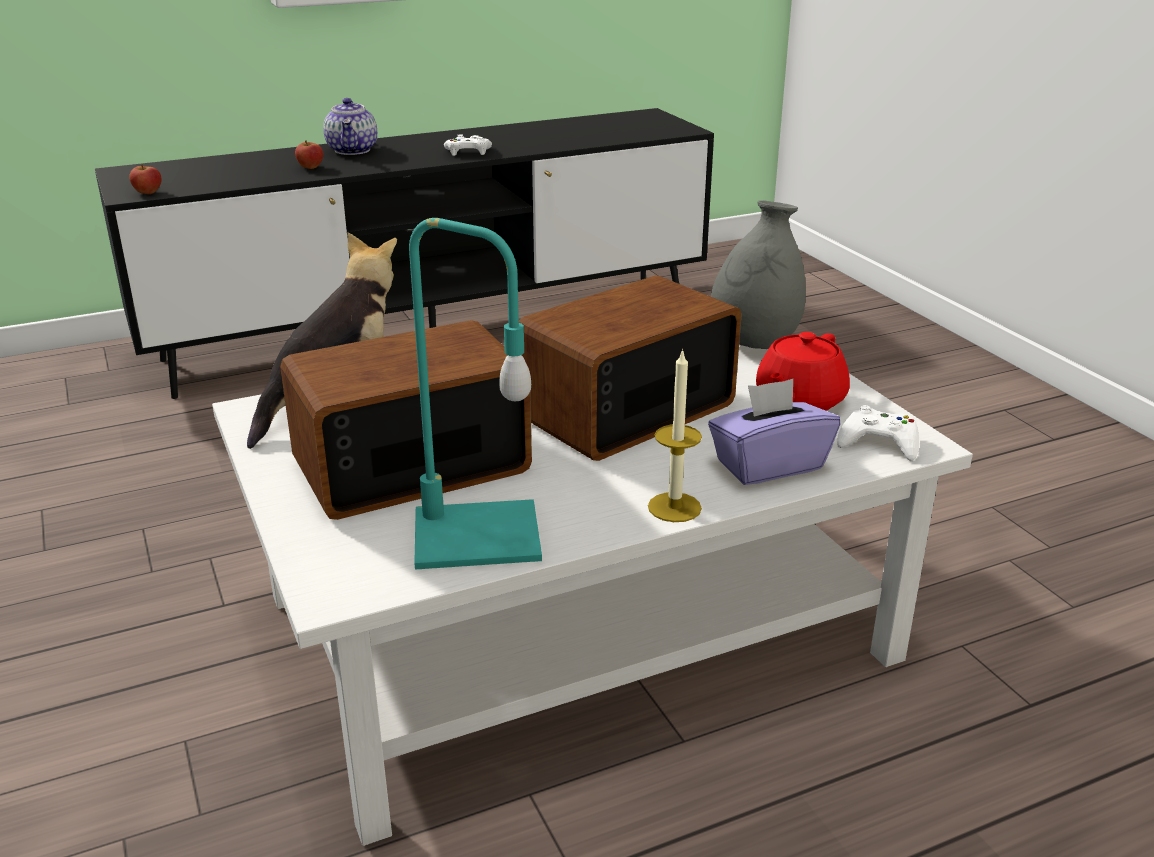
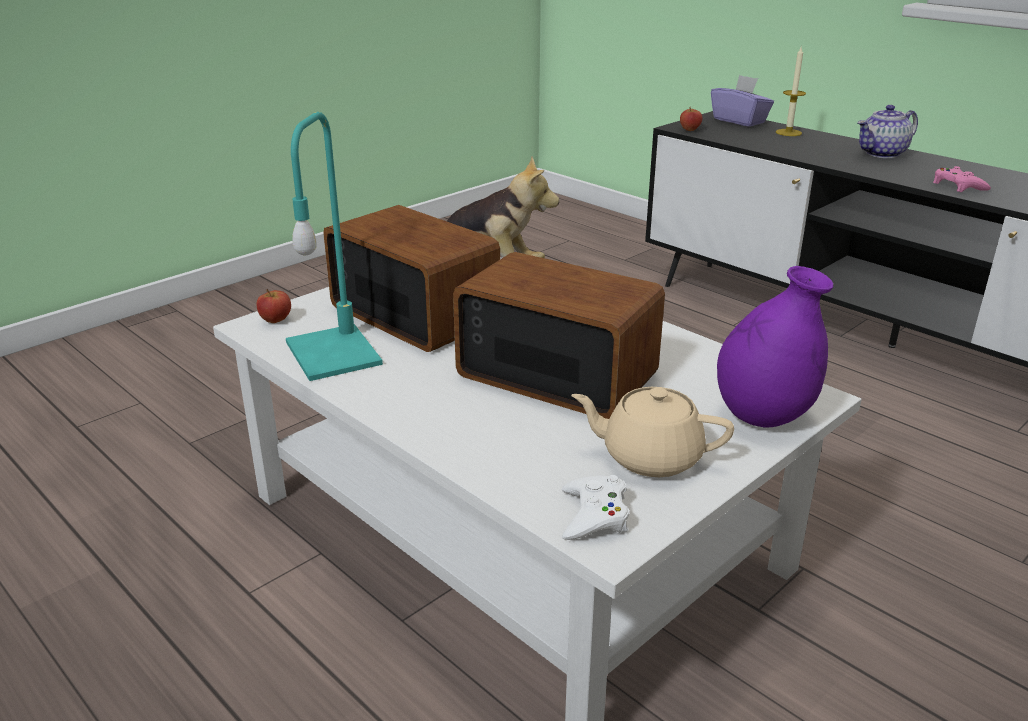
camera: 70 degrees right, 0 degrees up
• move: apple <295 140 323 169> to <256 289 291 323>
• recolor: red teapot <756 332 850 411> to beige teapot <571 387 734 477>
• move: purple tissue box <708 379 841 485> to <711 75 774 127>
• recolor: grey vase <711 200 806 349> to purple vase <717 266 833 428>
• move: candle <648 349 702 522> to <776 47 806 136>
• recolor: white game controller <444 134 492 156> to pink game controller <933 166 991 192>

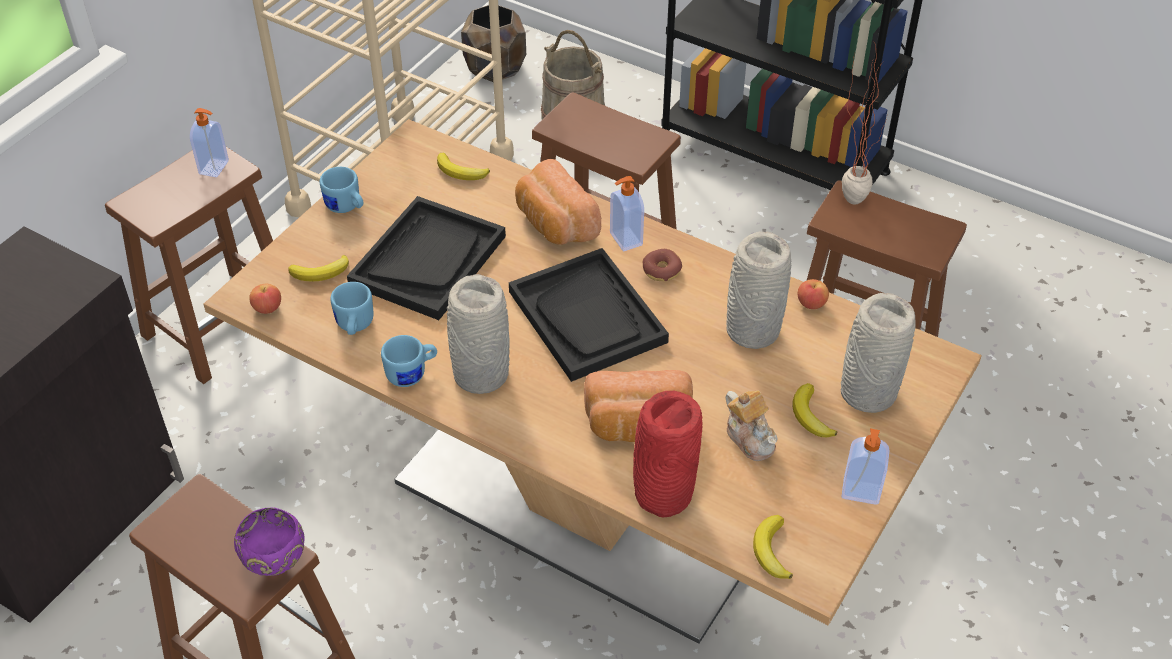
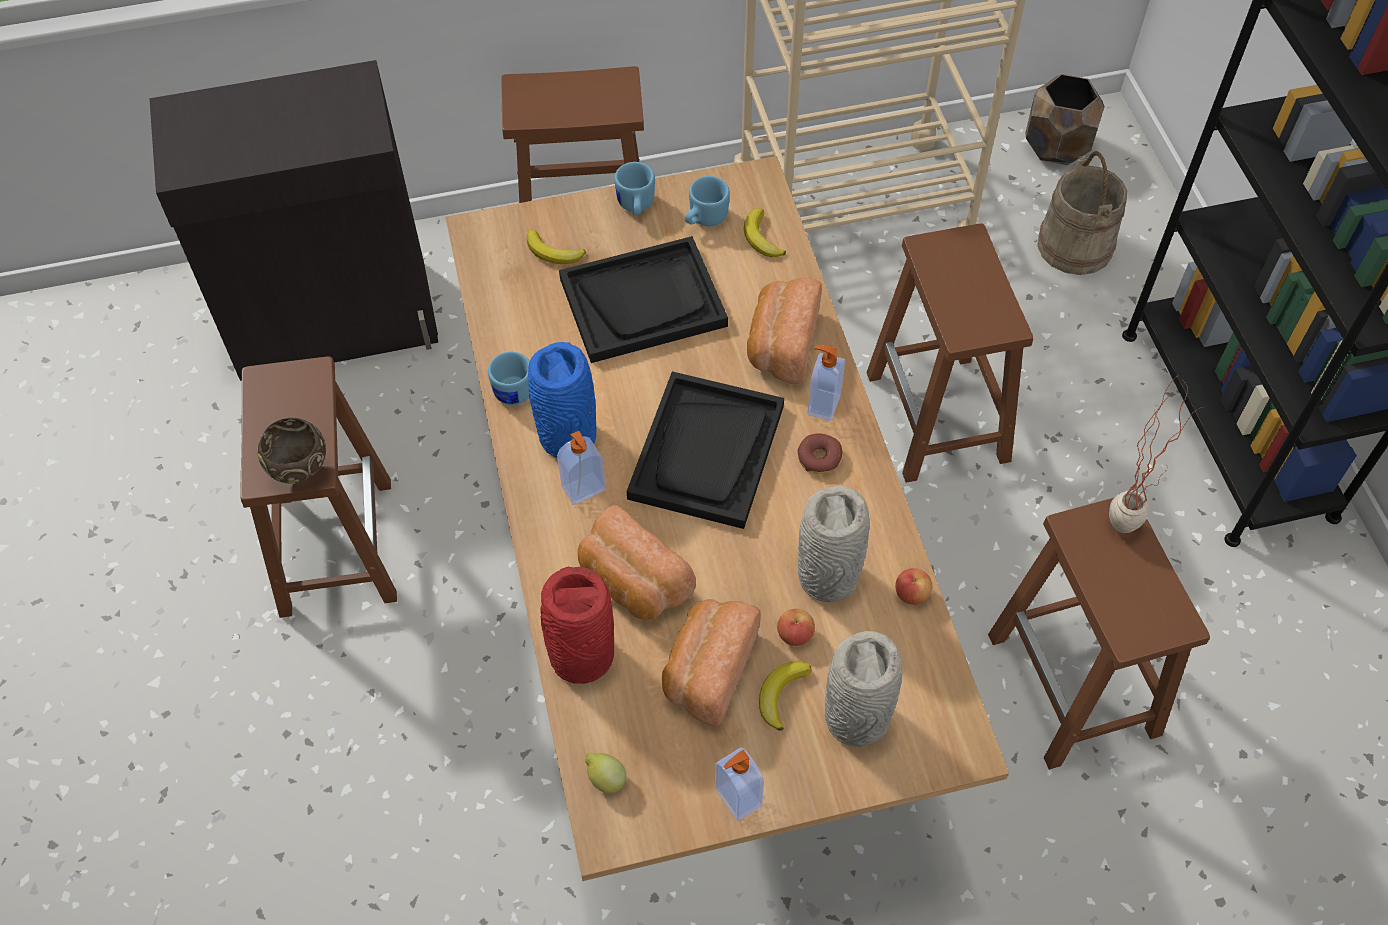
camera: 45 degrees right, 10 degrees up
• recolor: purple bowl <234 507 305 576> to brown bowl <258 418 326 484>
• recolor: grey vase <447 274 510 394> to blue vase <528 342 597 458>
• move: soap dispenser <190 108 229 178> to <557 431 606 505>
• replace: banana <753 515 793 579> to lemon <585 753 626 794>
• replace: teapot <725 390 777 461> to bread <662 599 761 727>
• move: blue mug <330 282 373 335> to <685 176 730 226>
• move: apple <249 284 281 314> to <777 609 815 646>

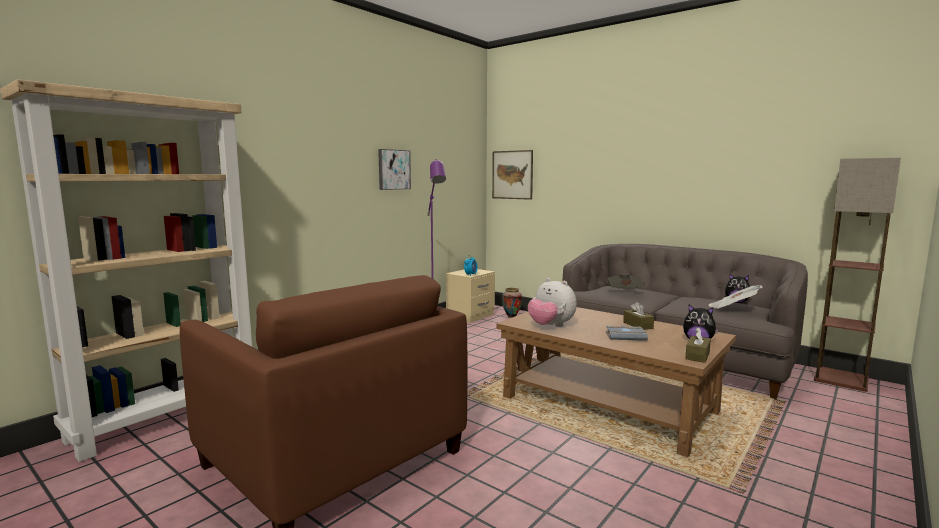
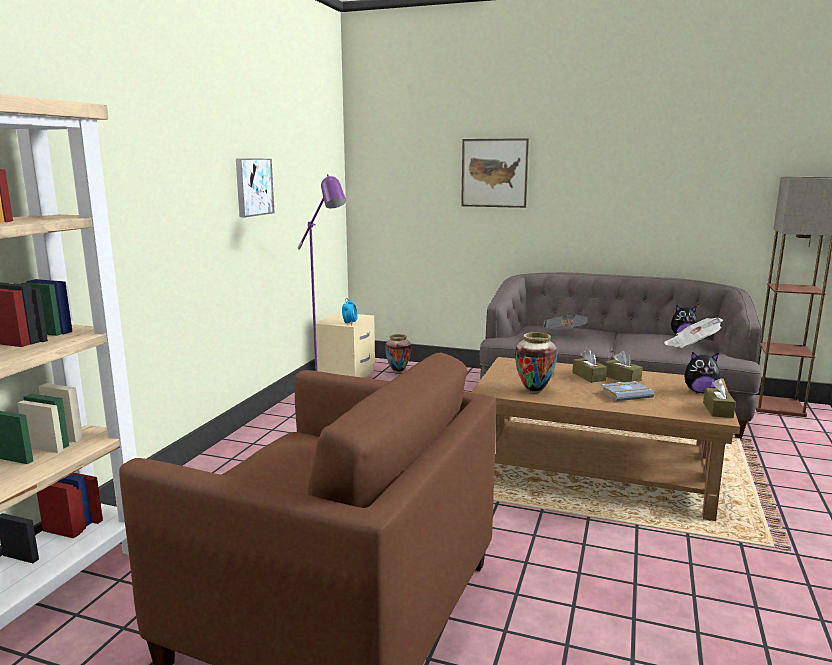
camera: 20 degrees left, 5 degrees up
• move: picture <492 150 533 200> to <461 138 529 208>
• replace: plush toy <528 278 577 327> to vase <515 332 558 393>
• insert: brown tissue box <572 350 607 383>

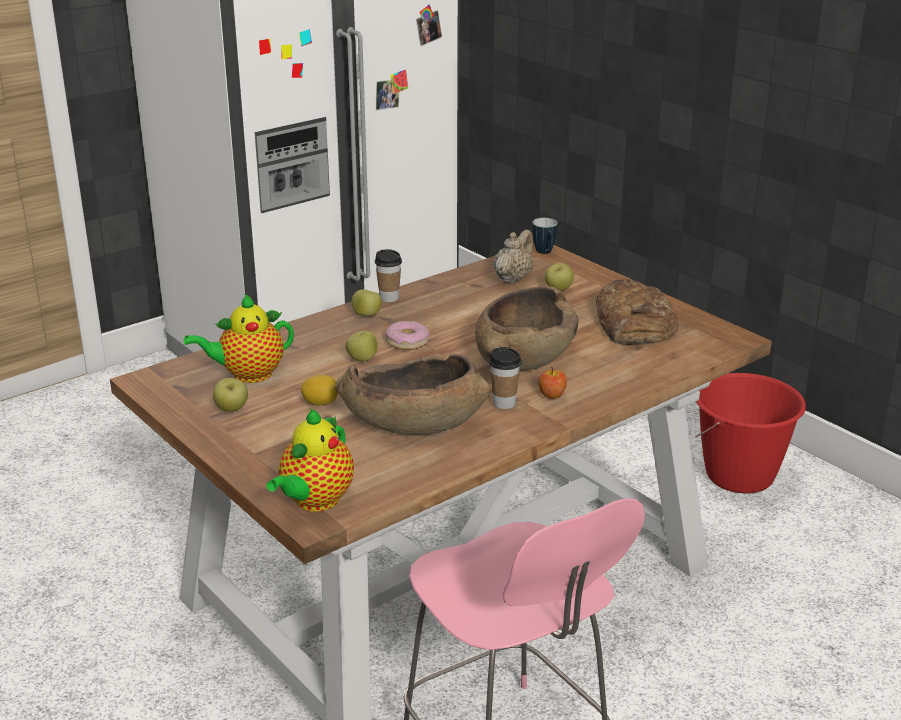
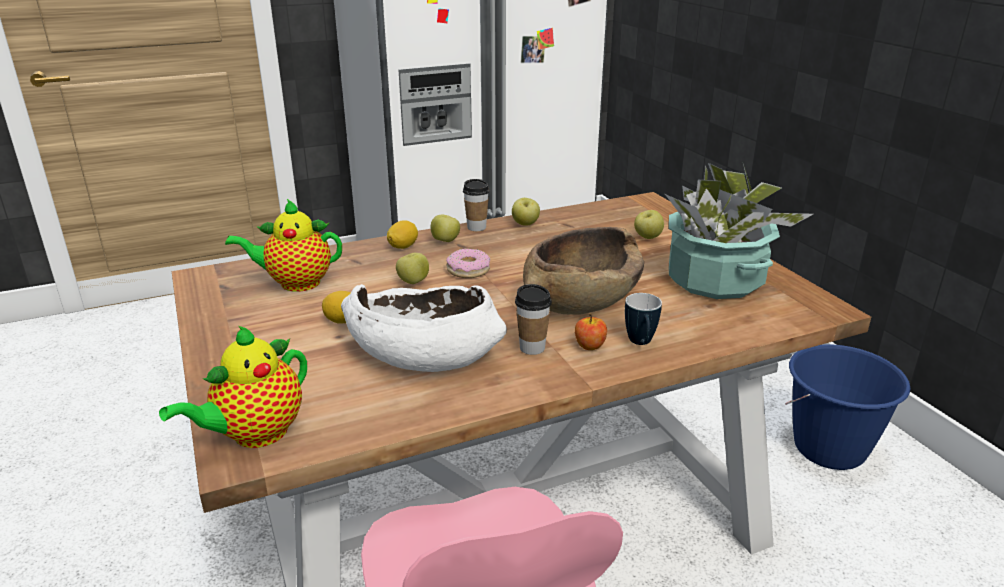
camera: 15 degrees right, 0 degrees up
• recolor: brown bowl <335 354 491 435> to white bowl <341 284 507 372>
• insert: lemon <387 220 418 249>
• move: apple <213 378 248 412> to <512 198 540 226>
• move: mug <532 218 557 254> to <625 293 662 345>
• replace: bread <596 280 678 345> to potted plant <665 163 813 299>
• recolor: red bucket <695 373 806 493> to blue bucket <785 344 911 470>
• delete: beige teapot <494 230 533 284>

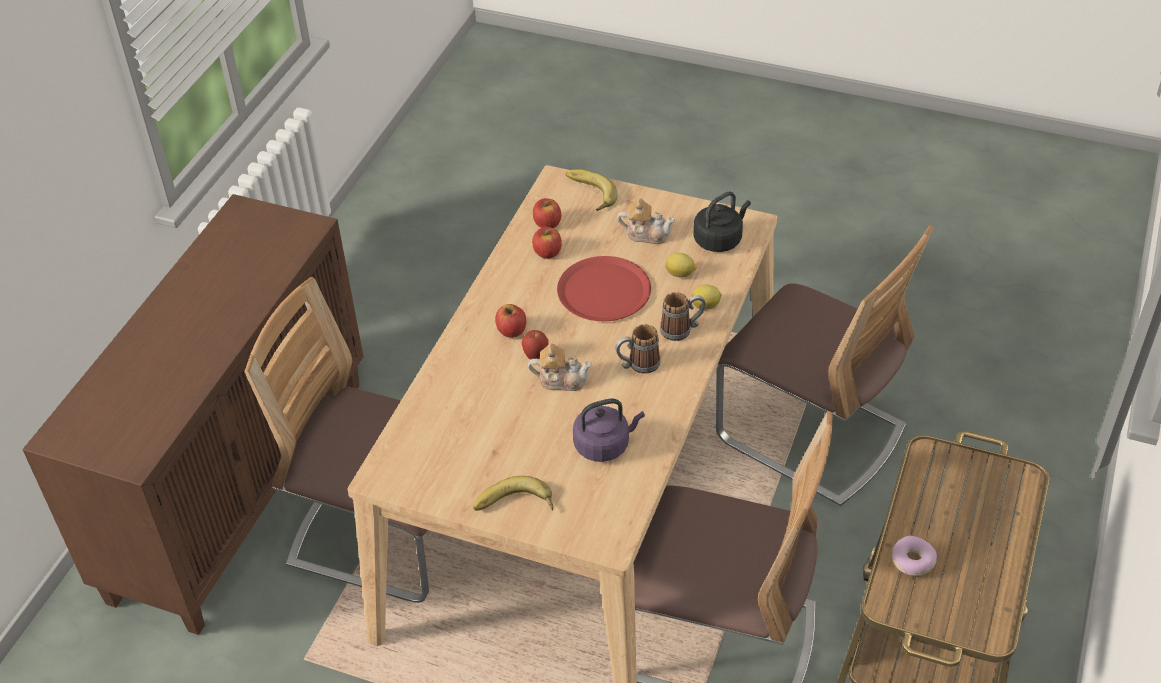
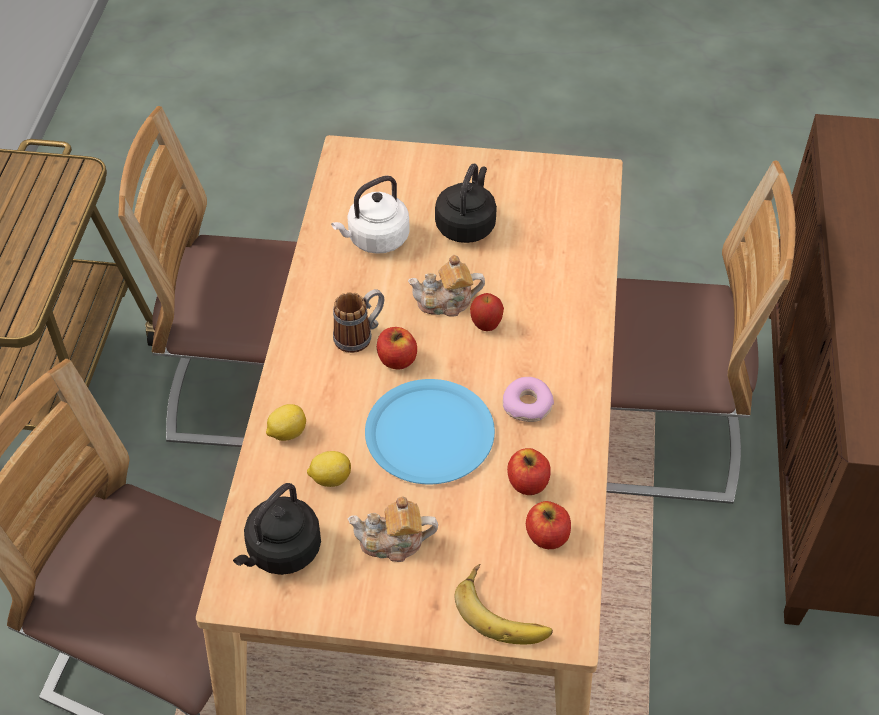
camera: 165 degrees right, 5 degrees up
• recolor: purple kettle <573 398 645 462> to white kettle <331 176 410 254>
• recolor: red plate <557 256 651 321> to blue plate <365 379 495 484>
• move: apple <495 304 526 338> to <377 327 417 369>
• insert: black kettle <435 164 497 243>
• move: donut <892 536 937 576> to <502 377 554 422>
• delete: banana <473 476 554 511>
• delete: mug <660 292 706 341>

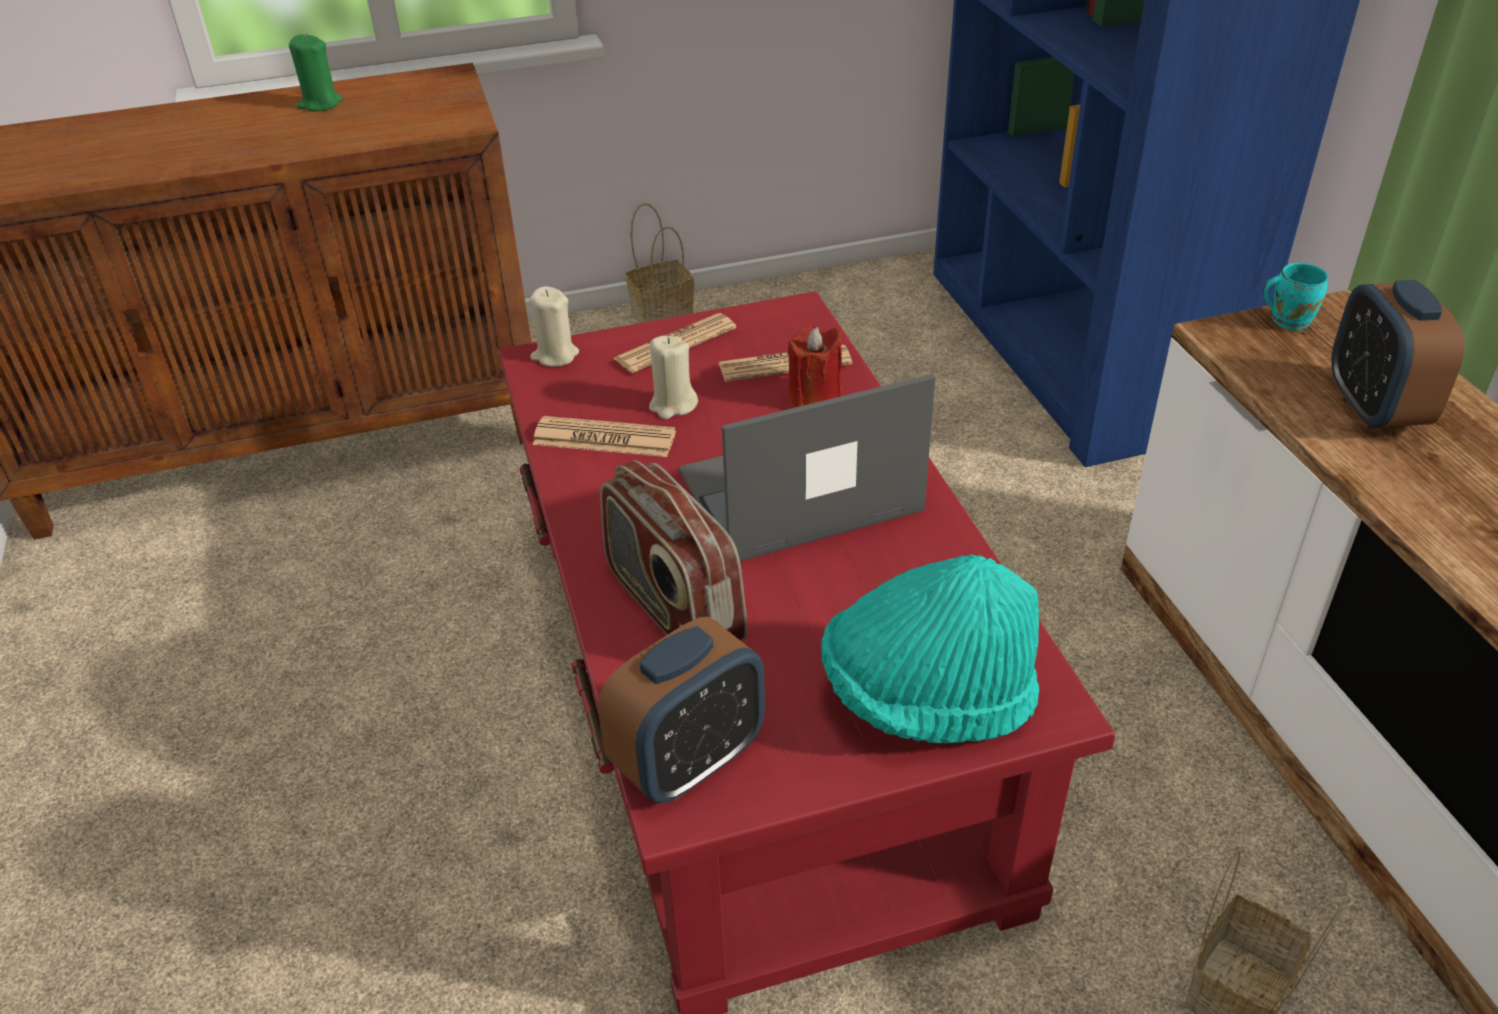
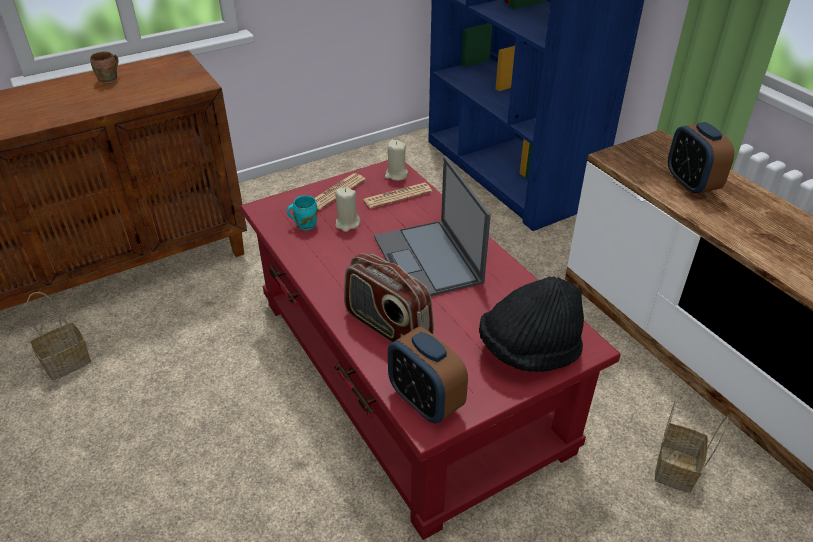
camera: 15 degrees left, 0 degrees up
• move: basket <625 203 694 323> to <26 292 91 380>
• replace: green candle <289 34 342 111> to brown mug <90 51 118 84>
• move: turquoise mug <1263 262 1328 331> to <287 195 318 231>
• rotate: laptop <679 374 935 561> = <374 157 491 296> 75 degrees counterclockwise
• move: beige candle <529 286 579 367> to <385 140 408 181>
• rotate: alarm clock <598 617 765 804> = <388 327 468 424> 105 degrees clockwise
• recolor: turquoise hat <821 554 1039 743> to black hat <479 276 584 372>
• delete: newspaper <533 416 676 457>
• delete: red candle <788 326 842 407>

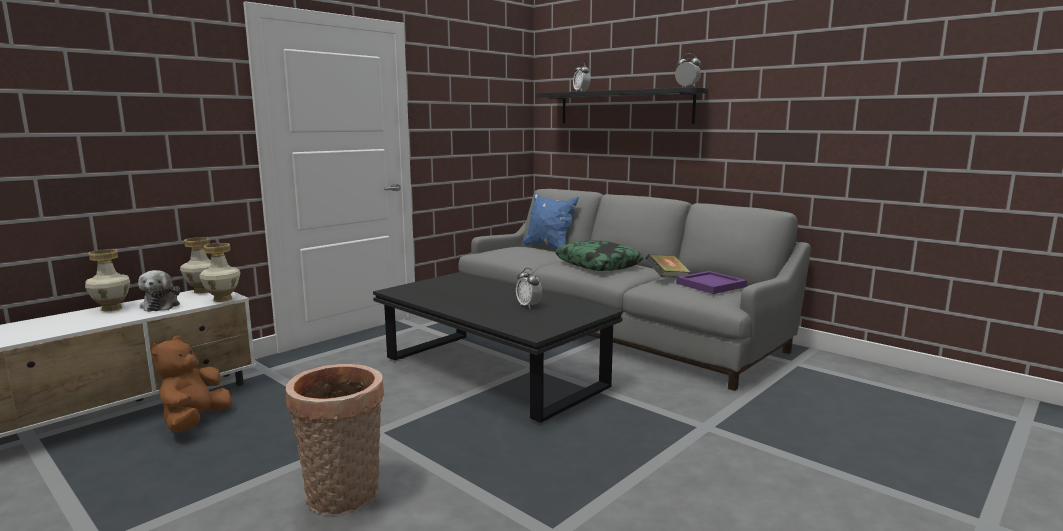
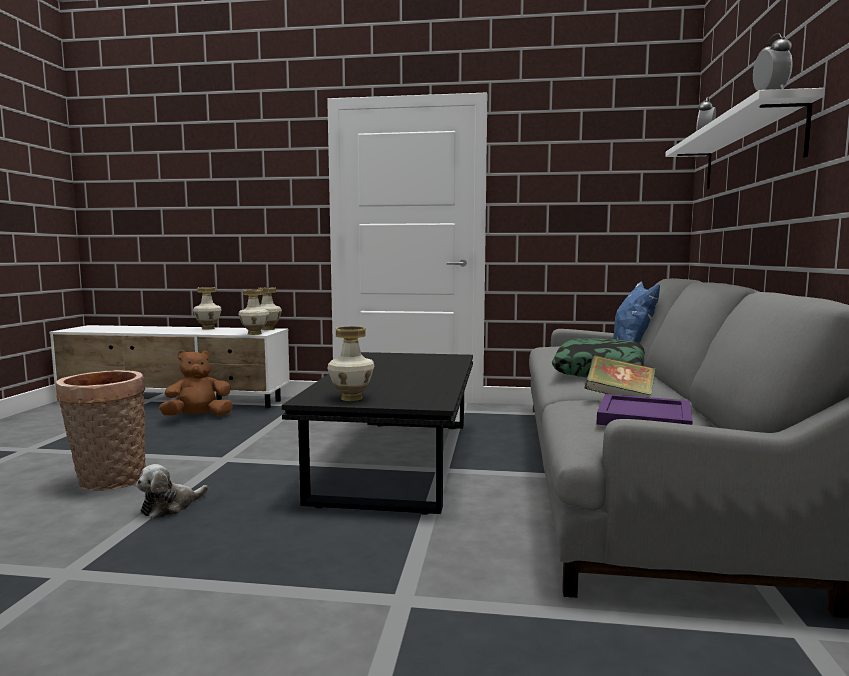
camera: 55 degrees right, 5 degrees down
• move: plush toy <138 270 180 312> to <136 464 208 519>
• insert: vase <328 326 374 401>
• recolor: black shelf <537 87 708 124> to white shelf <665 88 825 189>
• delete: alarm clock <516 268 542 309>

